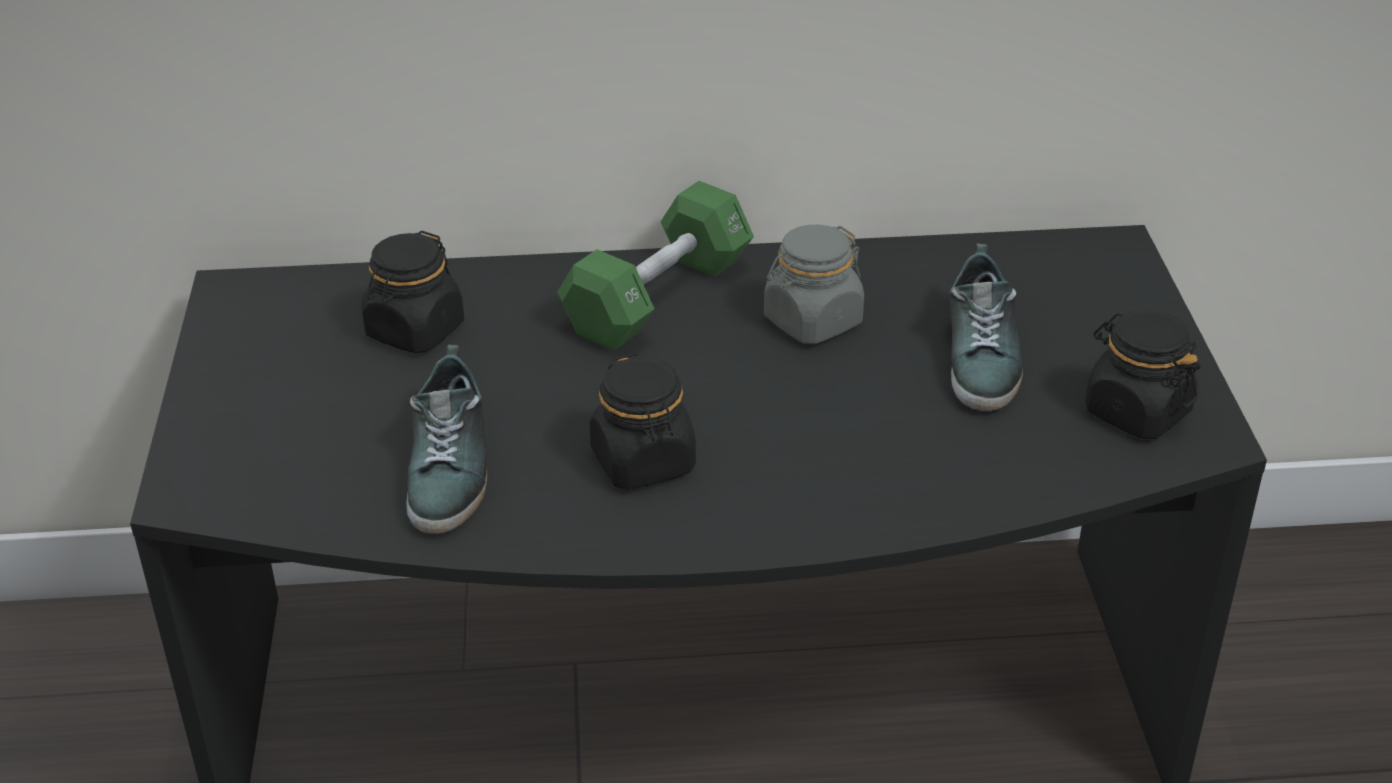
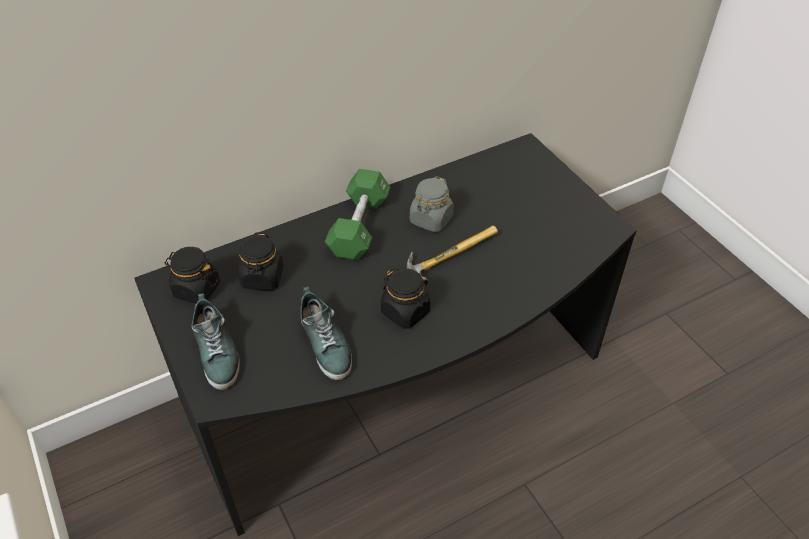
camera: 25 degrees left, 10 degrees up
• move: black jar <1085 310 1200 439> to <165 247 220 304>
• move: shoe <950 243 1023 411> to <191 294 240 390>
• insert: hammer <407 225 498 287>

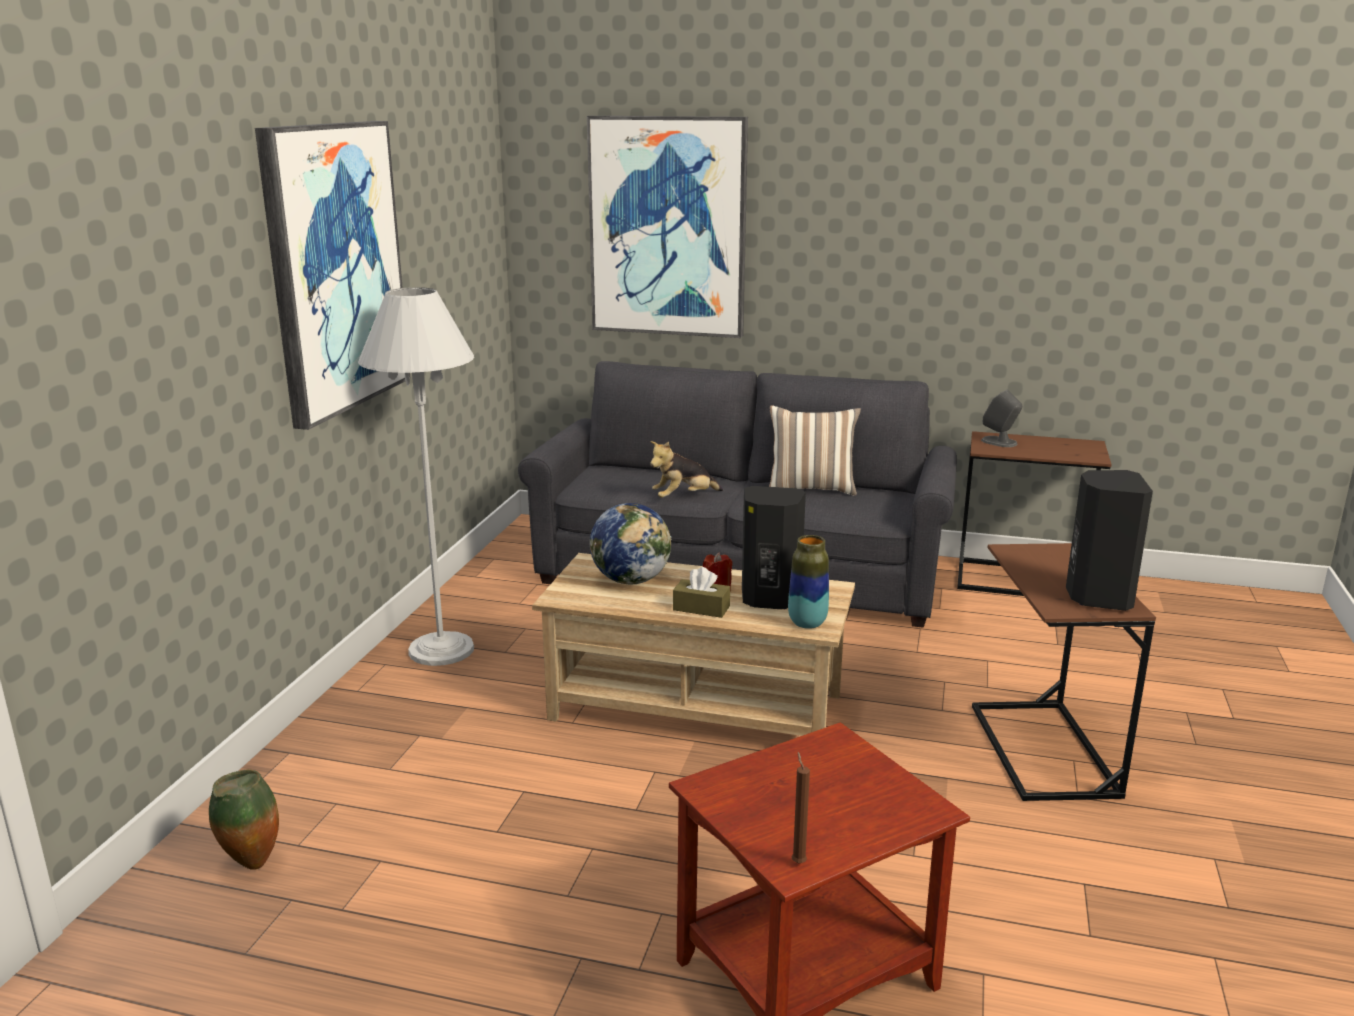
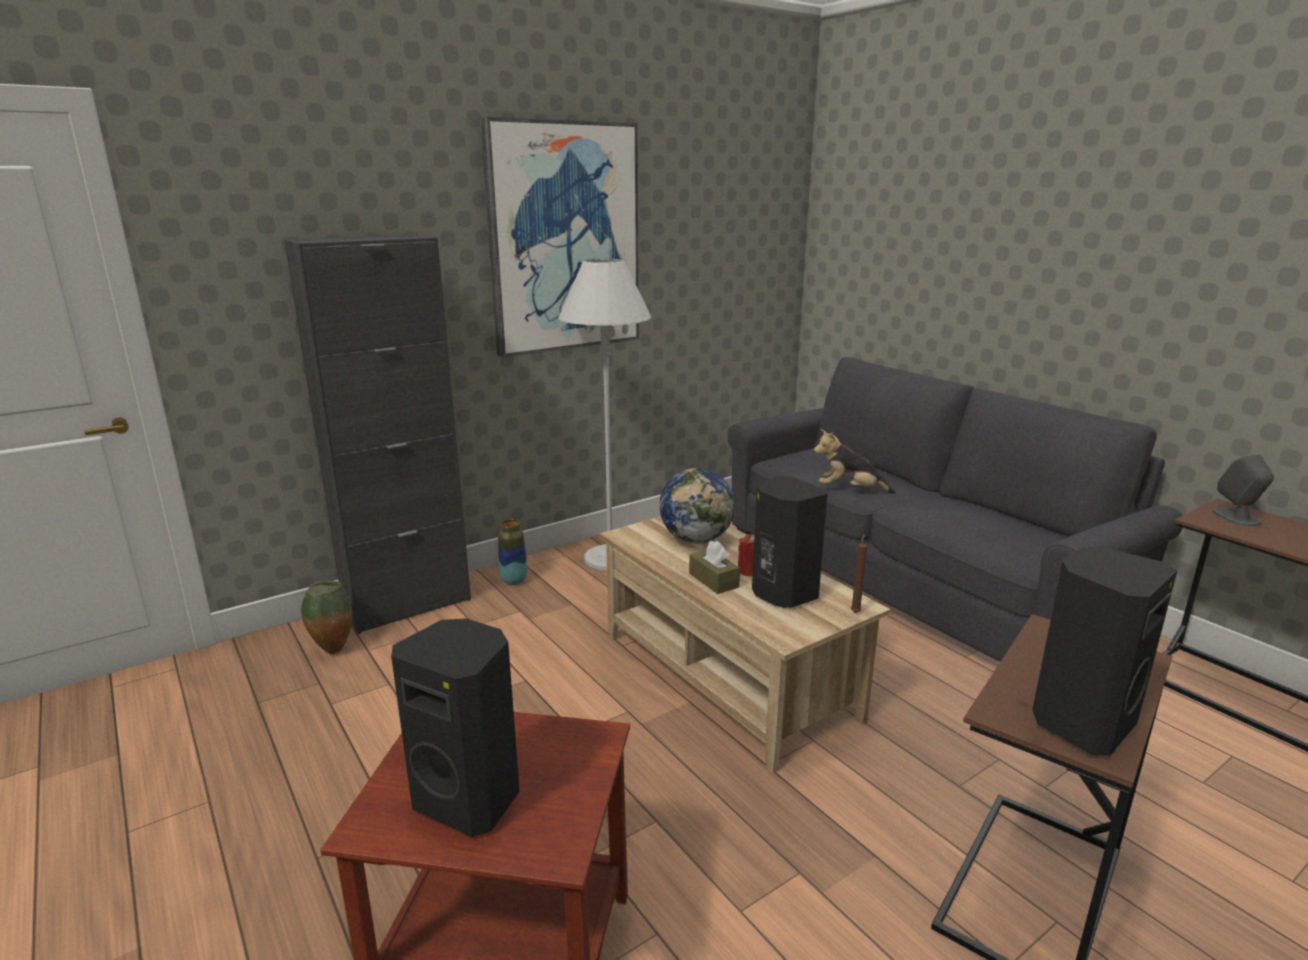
camera: 40 degrees right, 0 degrees up
• insert: black cabinet <284 234 471 634>
• insert: black speaker <391 618 520 837>
• move: vase <788 535 829 629> to <498 519 528 585>
• move: brown candle <792 752 810 863> to <851 534 867 613>
• delete: picture <587 116 748 338>
• delete: pillow <769 405 861 496>

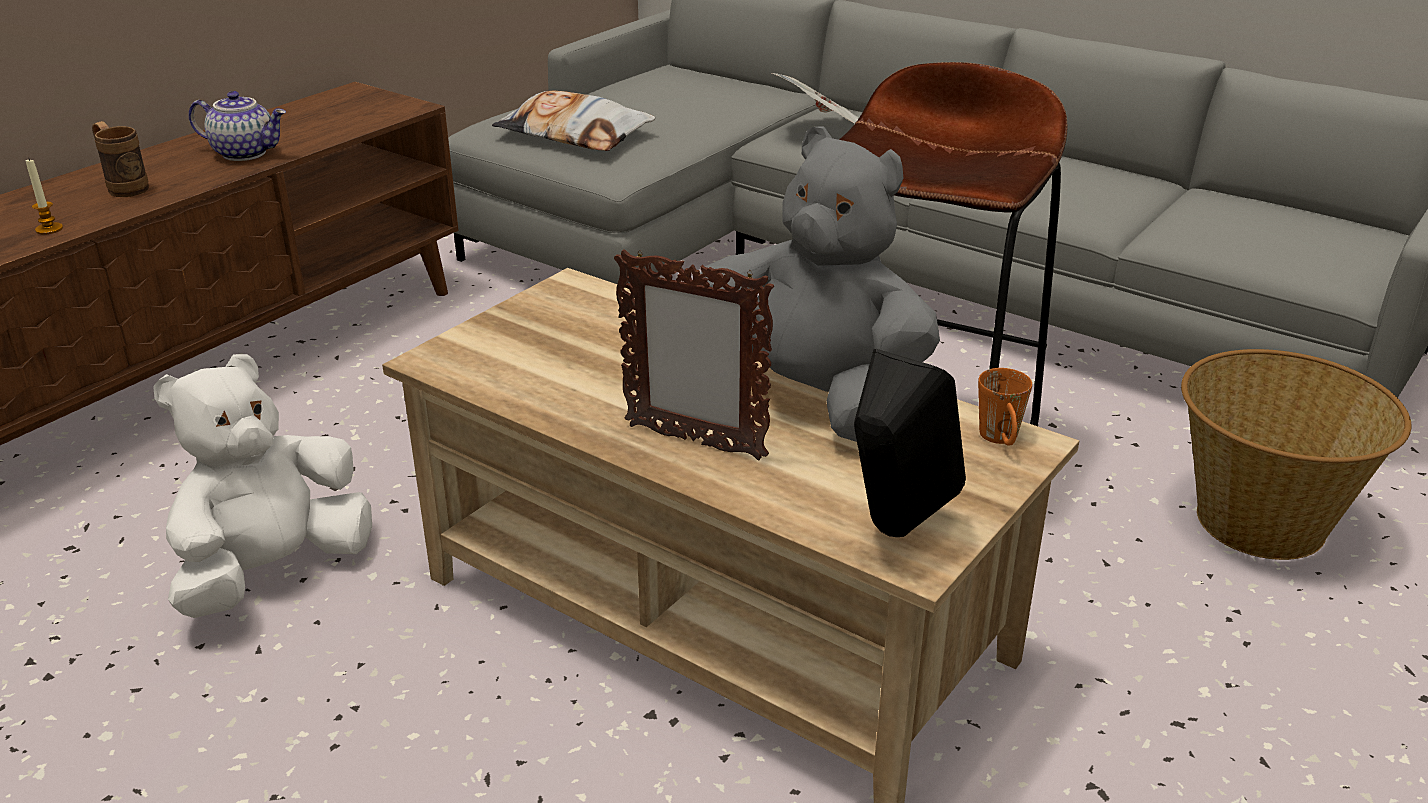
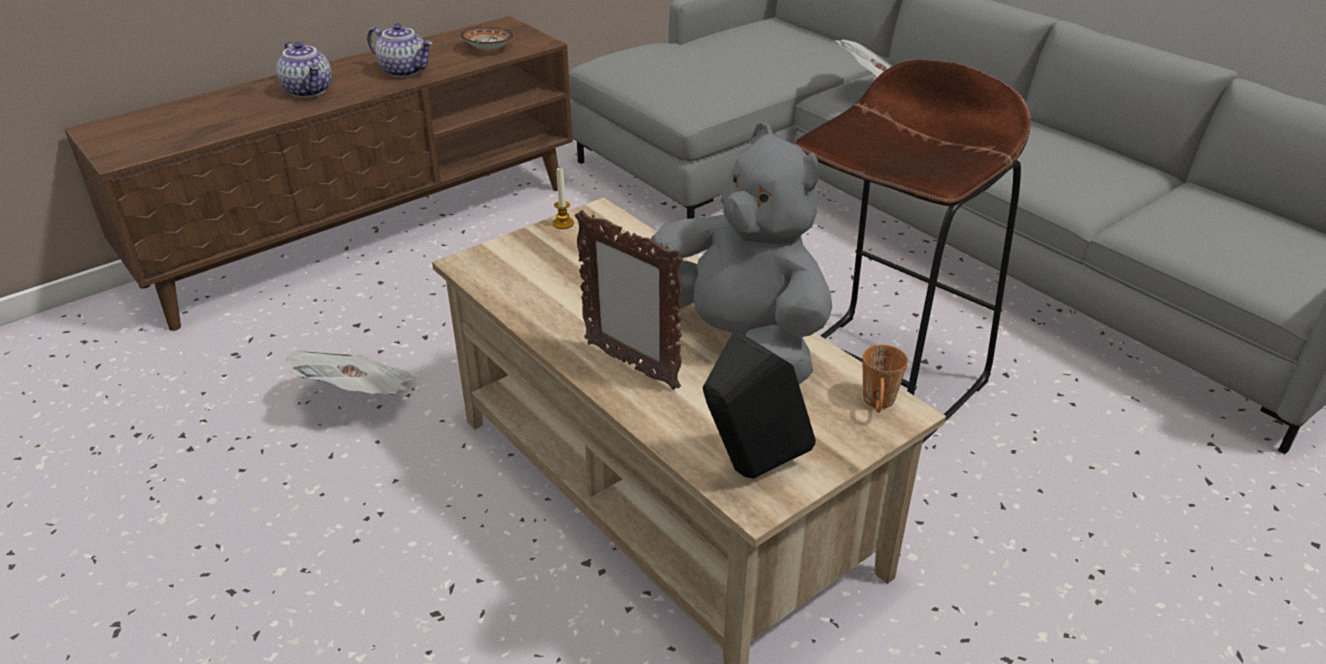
camera: 15 degrees right, 5 degrees up
• replace: brown mug <92 121 149 197> to teapot <277 41 332 98>
• replace: white plush toy <153 354 372 618> to newspaper <285 350 420 396>
• insert: bowl <461 27 513 50>
• move: candle <26 159 63 235> to <553 167 574 229>
• delete: pillow <492 90 656 151>
• delete: basket <1181 349 1412 560>

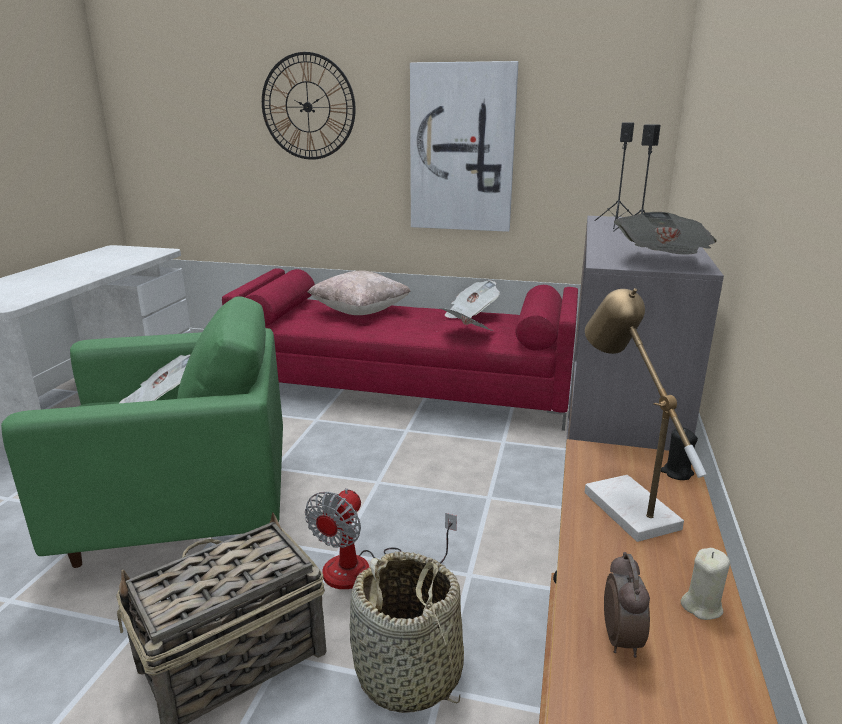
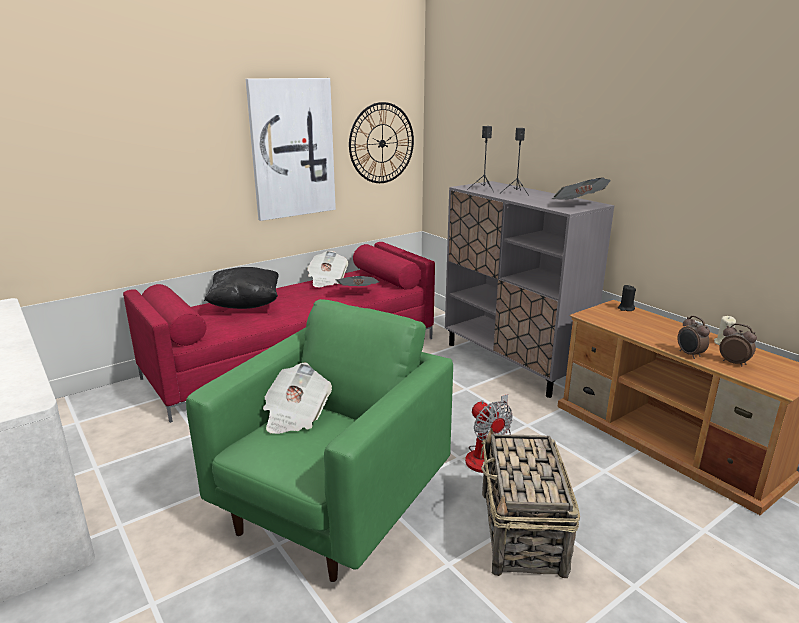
camera: 50 degrees left, 0 degrees up
• recolor: beige pillow <307 271 411 315> to black pillow <204 267 279 309>
• move: wall clock <262 52 356 160> to <349 102 414 183>
• insert: alarm clock <678 316 710 359>
• delete: basket <349 551 464 713>
• delete: table lamp <585 288 707 542>

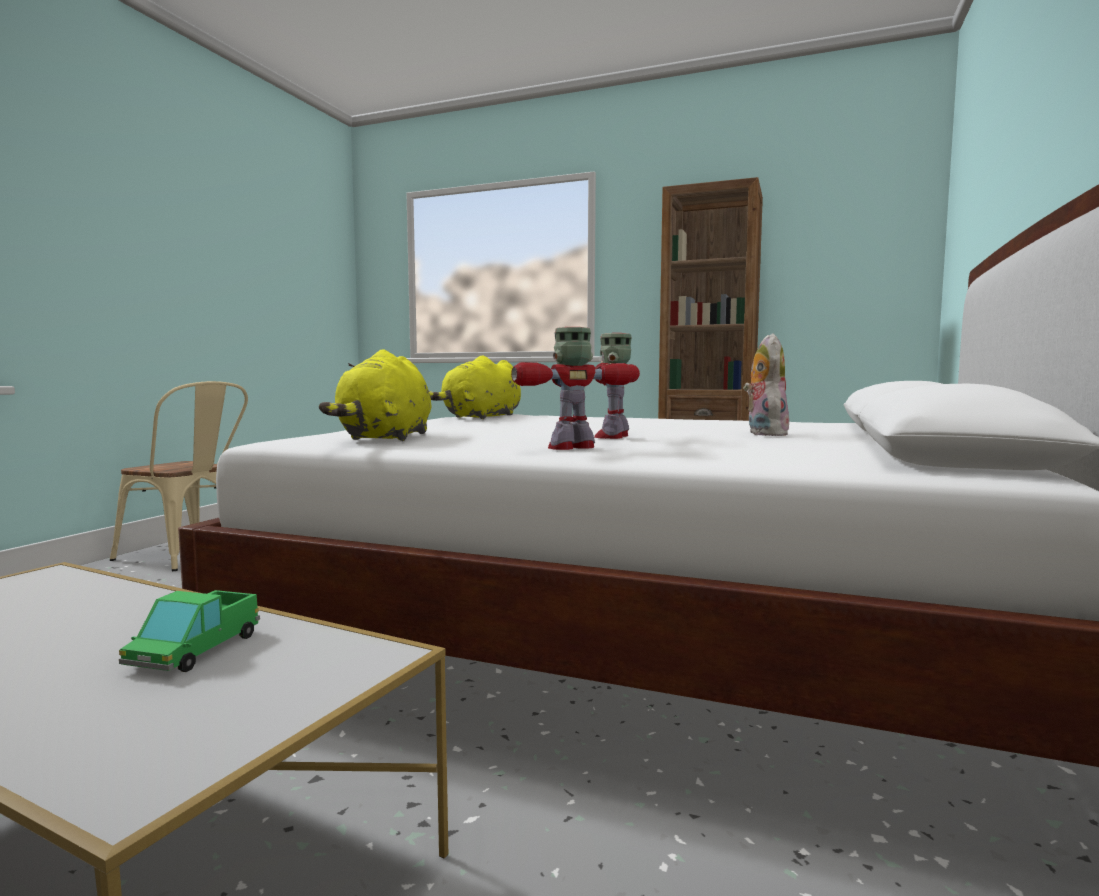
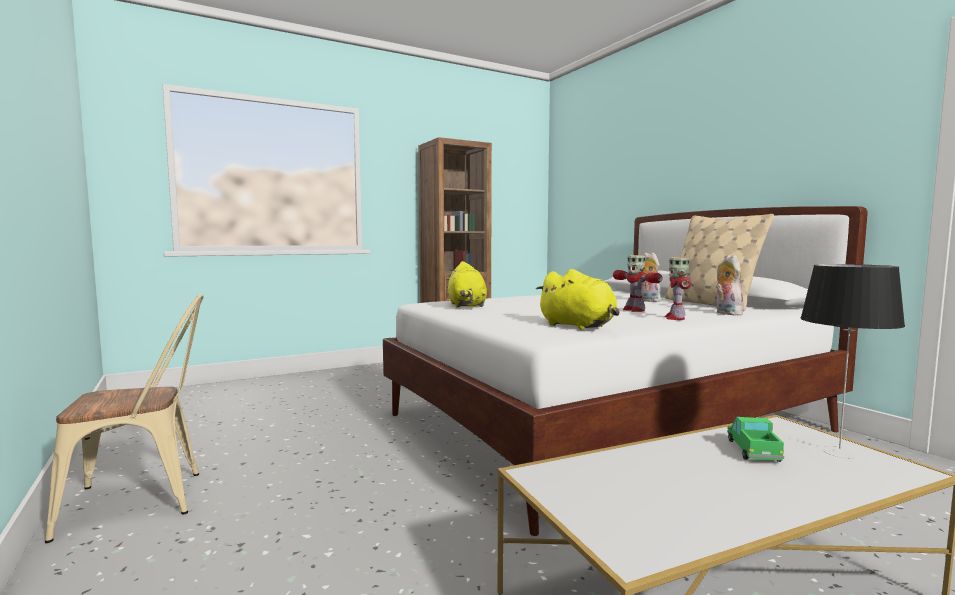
camera: 50 degrees left, 0 degrees up
• insert: beige pillow <665 214 774 311>
• insert: plush toy <716 255 746 315>
• rotate: toy truck <119 590 260 672> = <727 417 784 462> 135 degrees counterclockwise
• insert: table lamp <801 264 905 458>

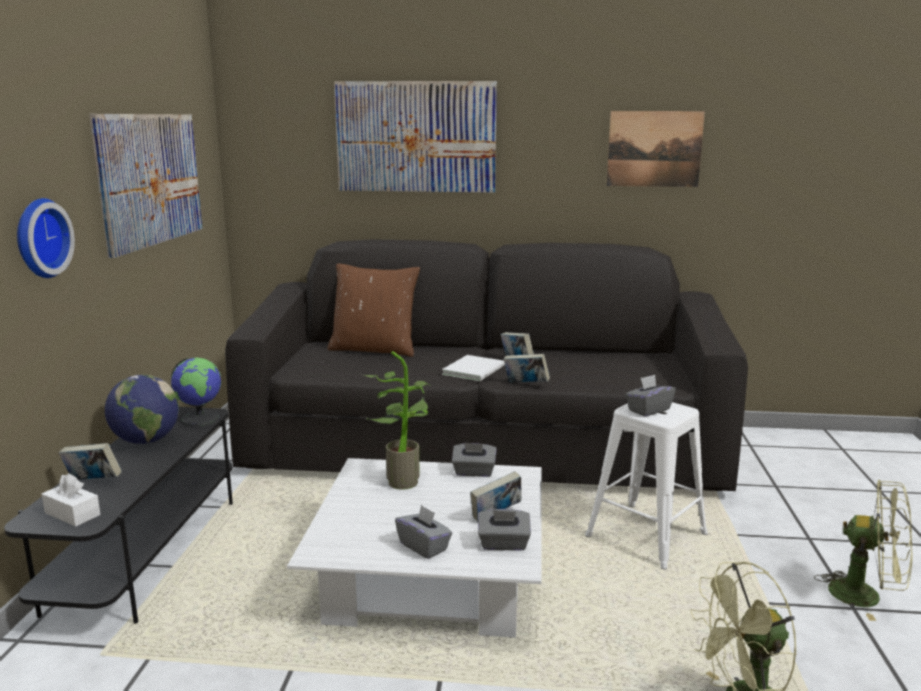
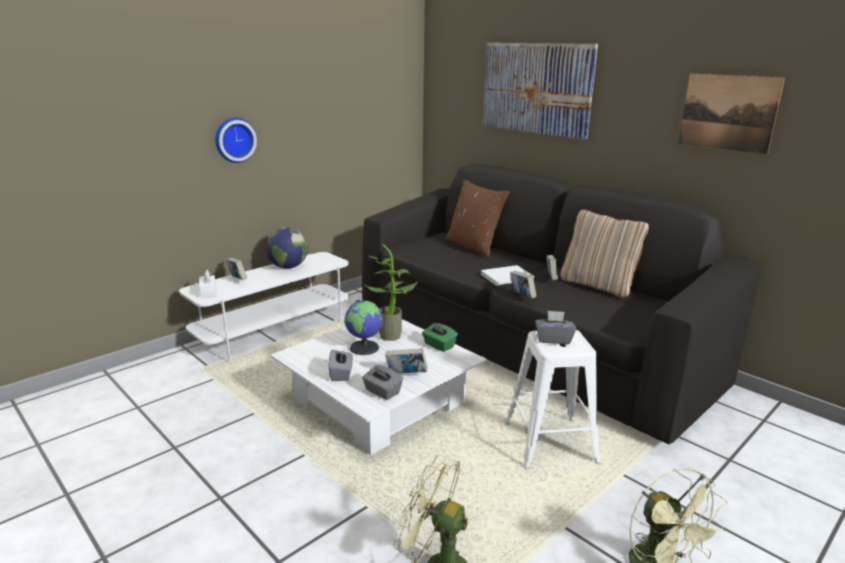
camera: 40 degrees right, 5 degrees up
• recolor: black tv stand <4 407 233 624> to white tv stand <179 252 349 361>
• move: globe <171 358 221 426> to <345 300 383 355>
• recolor: grey tissue box <452 442 497 477> to green tissue box <422 323 458 352>
• insert: beige pillow <561 209 649 298>
• delete: picture <89 114 202 258>

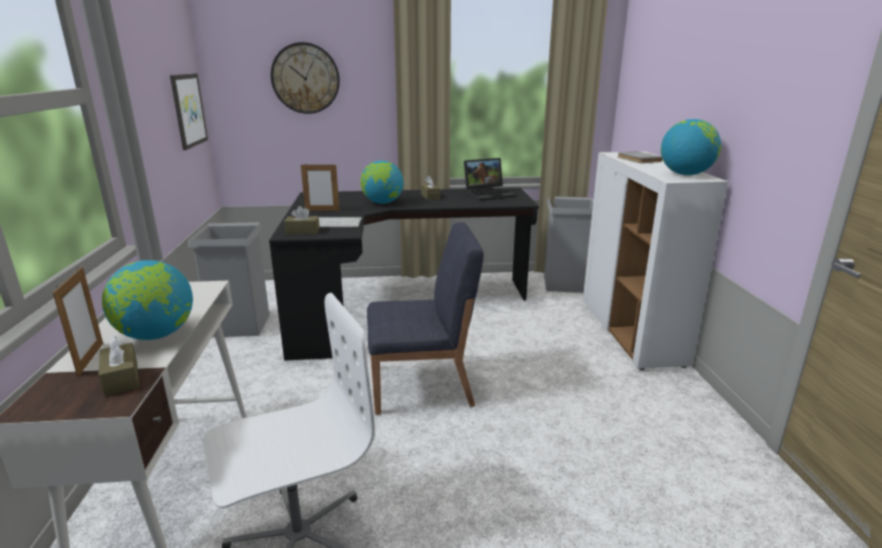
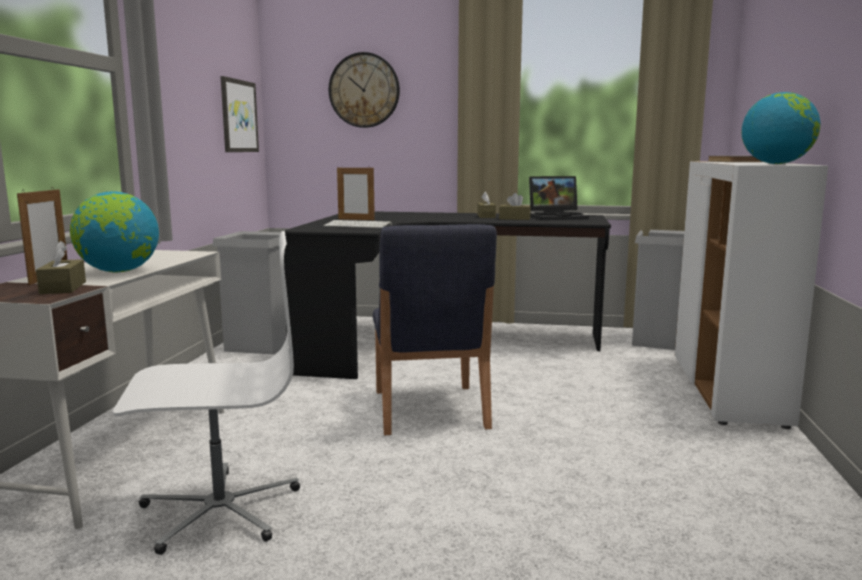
camera: 15 degrees right, 10 degrees down
• rotate: blue chair <367 222 484 415> = <373 224 497 435> 75 degrees clockwise
• move: brown tissue box <284 206 319 234> to <499 193 531 220>
• delete: globe <360 160 403 204>

